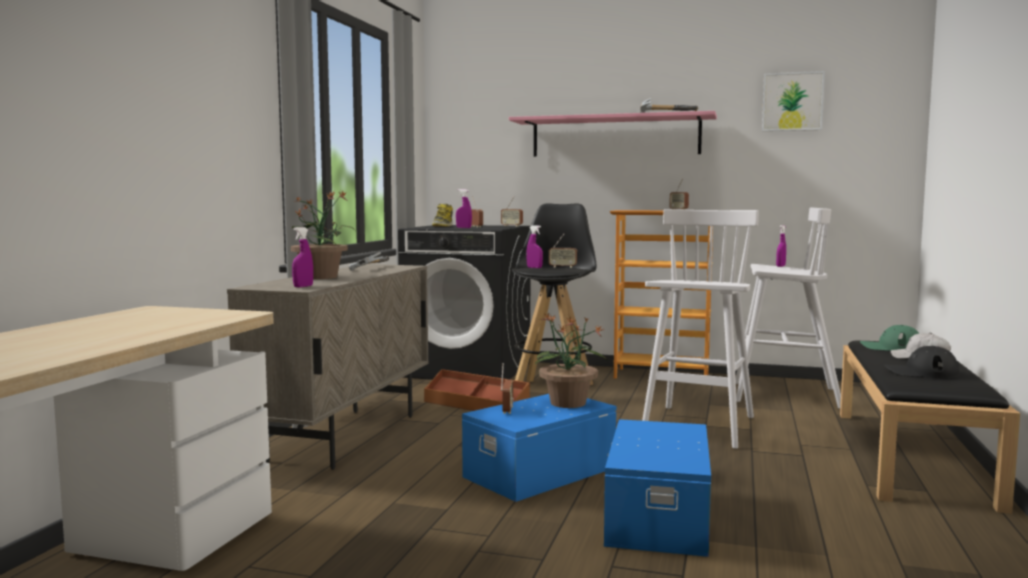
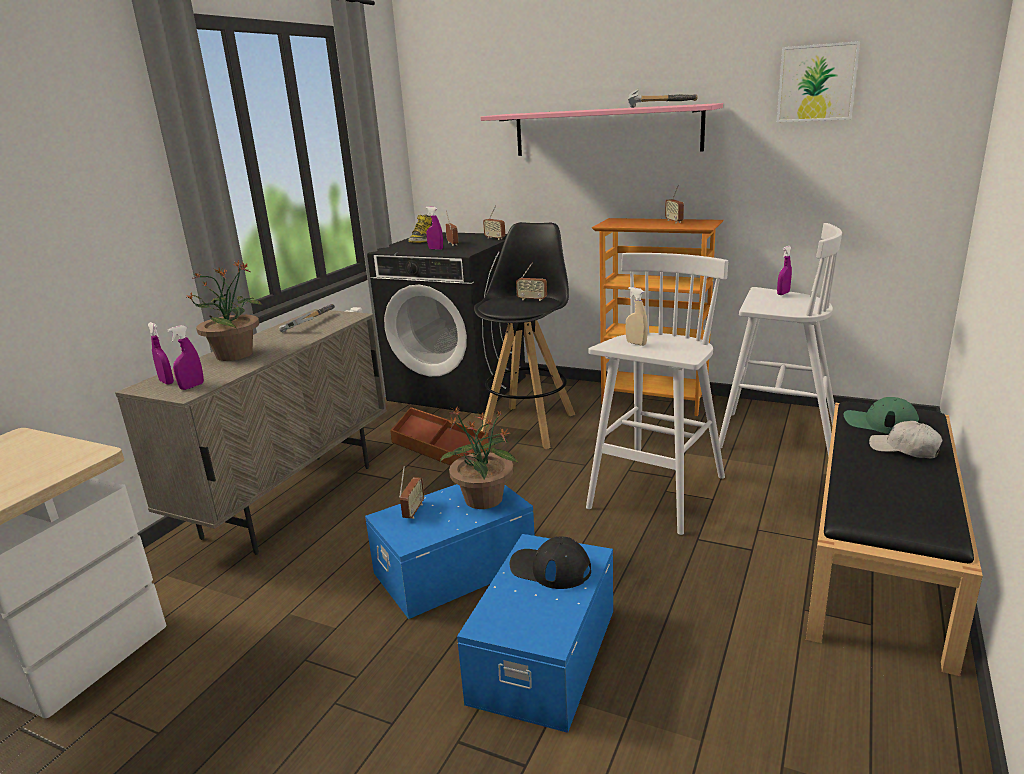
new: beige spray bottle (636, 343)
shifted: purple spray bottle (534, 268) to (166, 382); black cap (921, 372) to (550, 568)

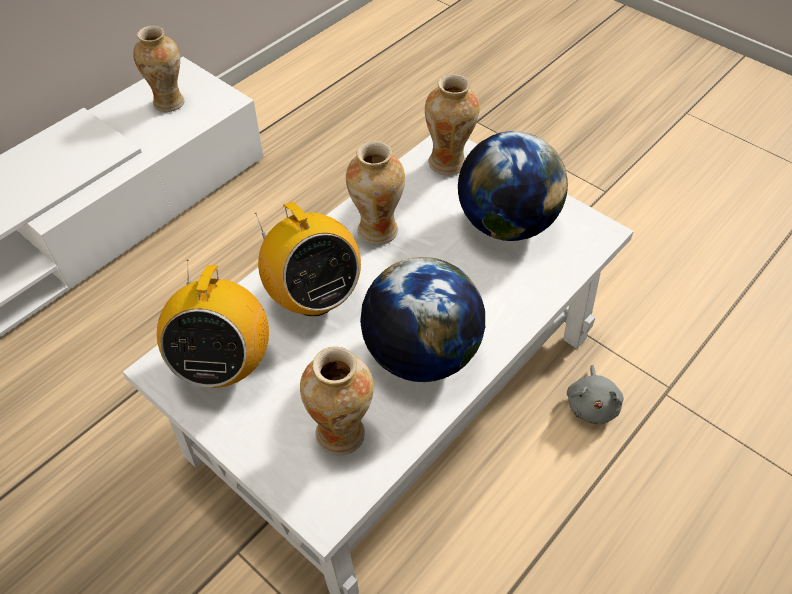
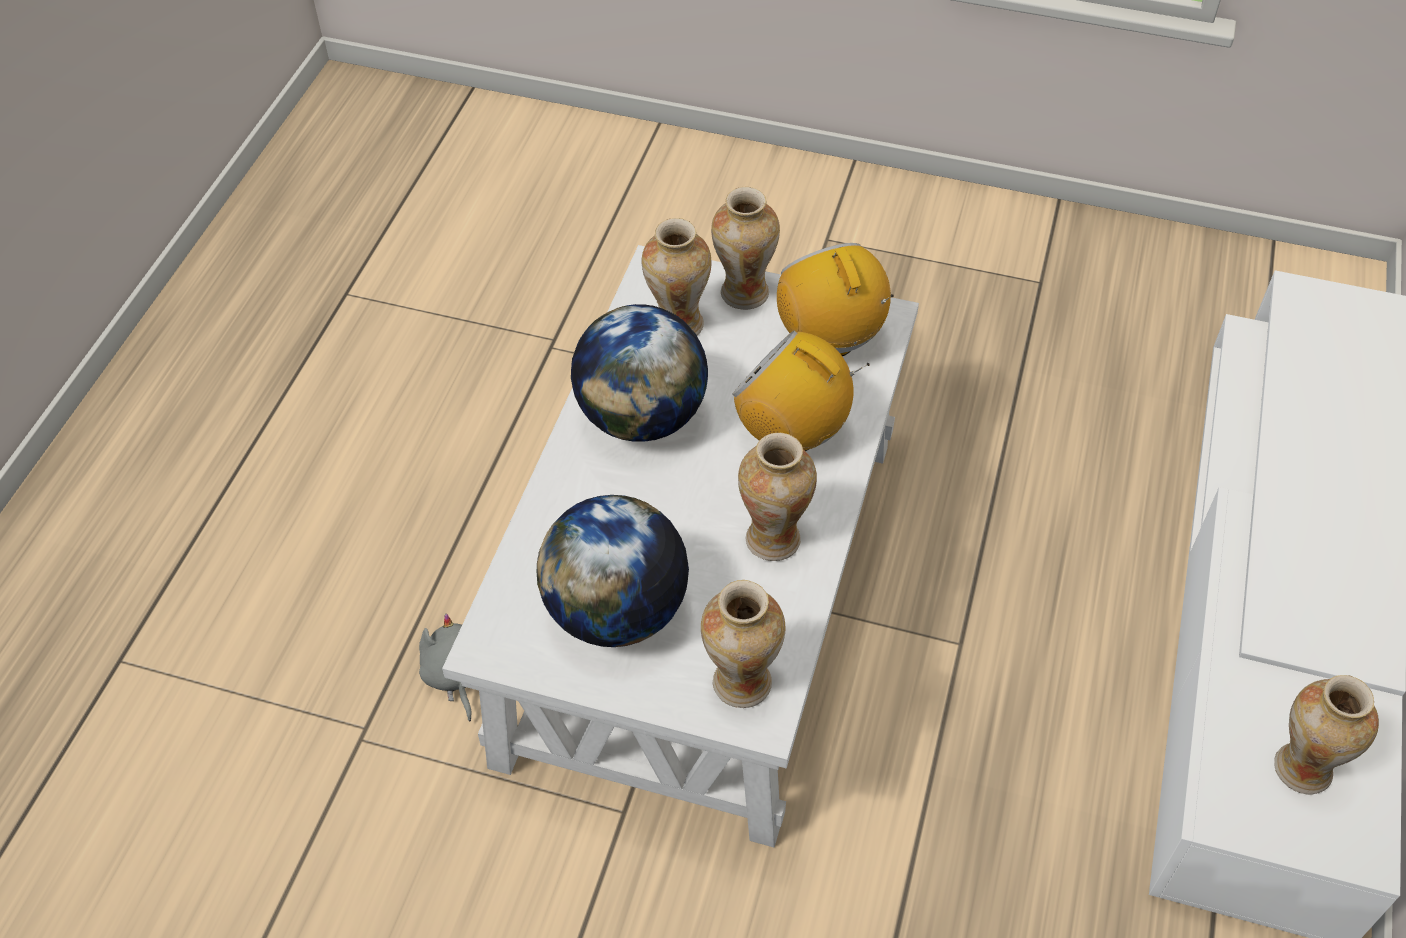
new: vase (743, 294)

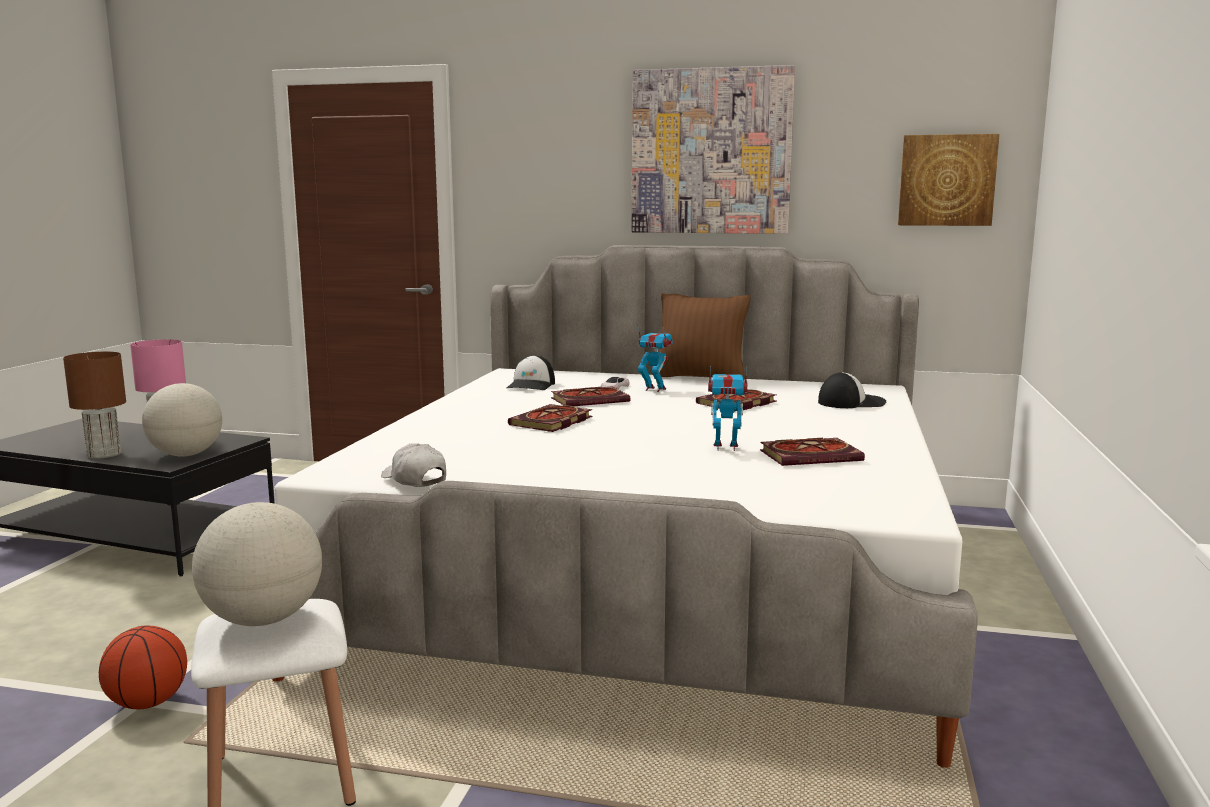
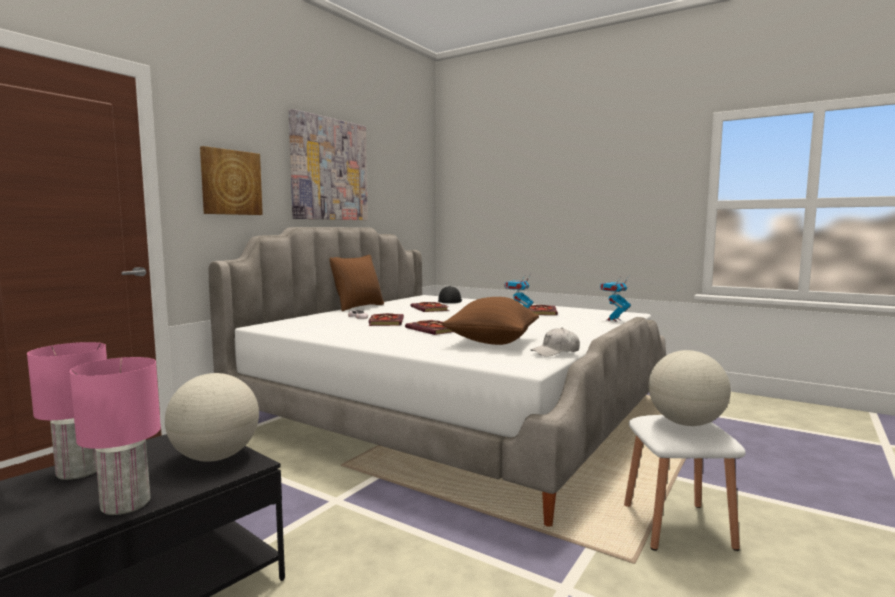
gone: basketball (148, 703); cap (531, 385)
new: brown pillow (492, 342)
shifted: toy robot (654, 389) to (613, 320); picture (947, 180) to (231, 182)
repainted: brown table lamp (104, 454) to pink table lamp (125, 504)

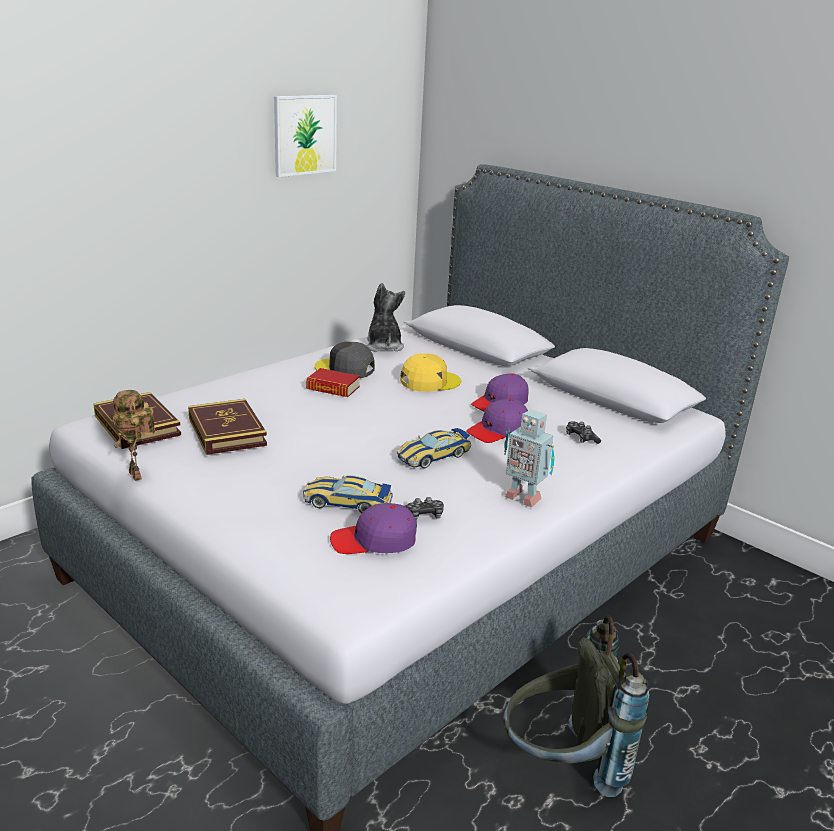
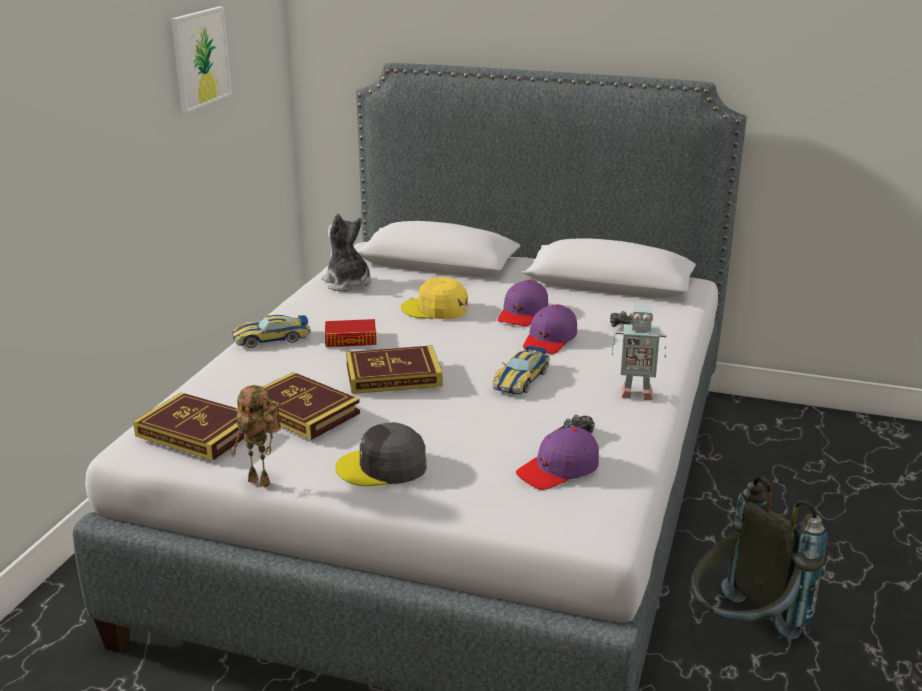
new: book (393, 375)
shifted: toy car (347, 502) to (272, 338); grey cap (345, 369) to (383, 467)
rotated: yellow cap (429, 381) = (435, 309) 120 degrees counterclockwise

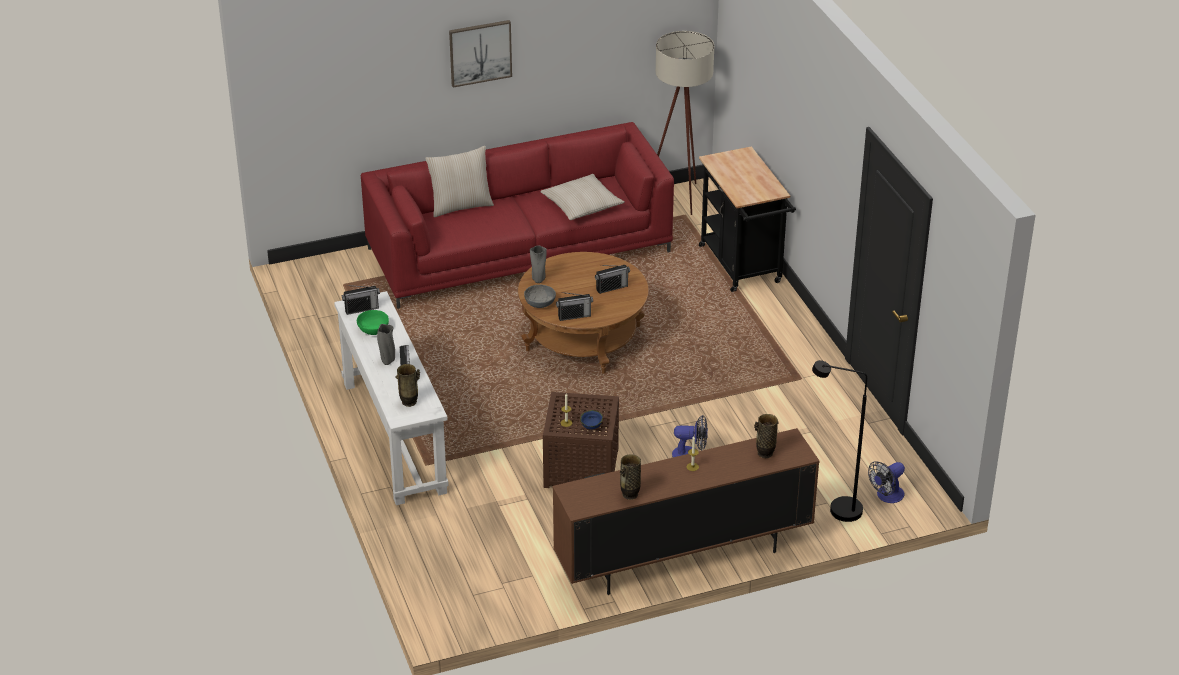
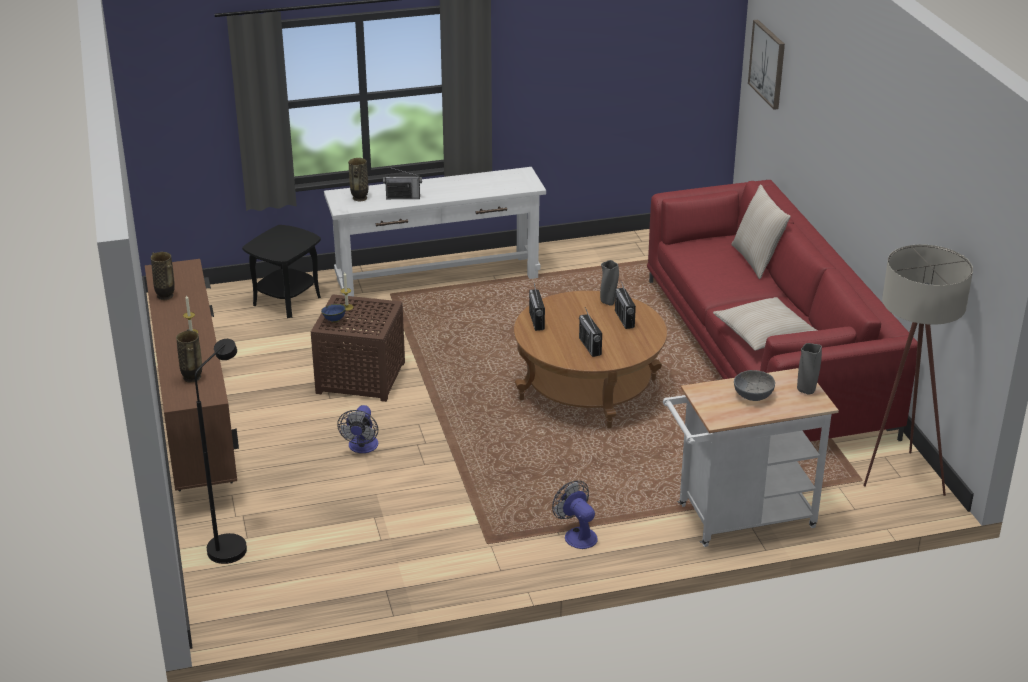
gone: green bowl (373, 329)
new: black side table (286, 300)
shifted: radio (361, 309) to (624, 319); grey vase (387, 361) to (806, 391); picture (480, 52) to (768, 64); grey bowl (540, 303) to (752, 395); fan (886, 496) to (577, 535)
repainted: black cart (743, 268) to white cart (738, 519)

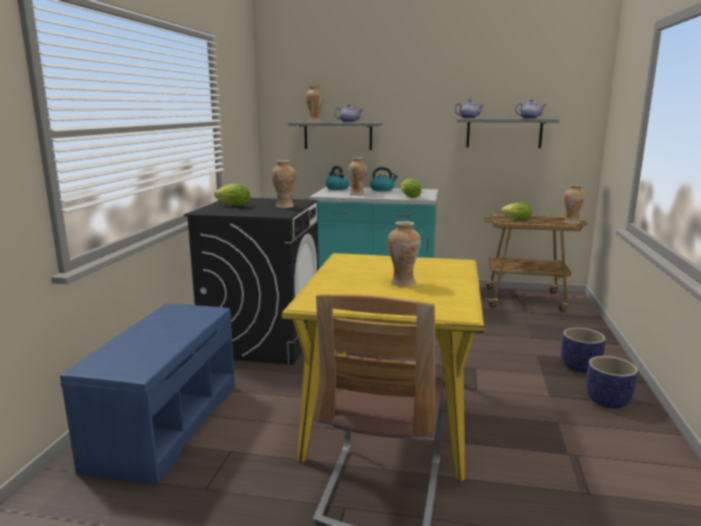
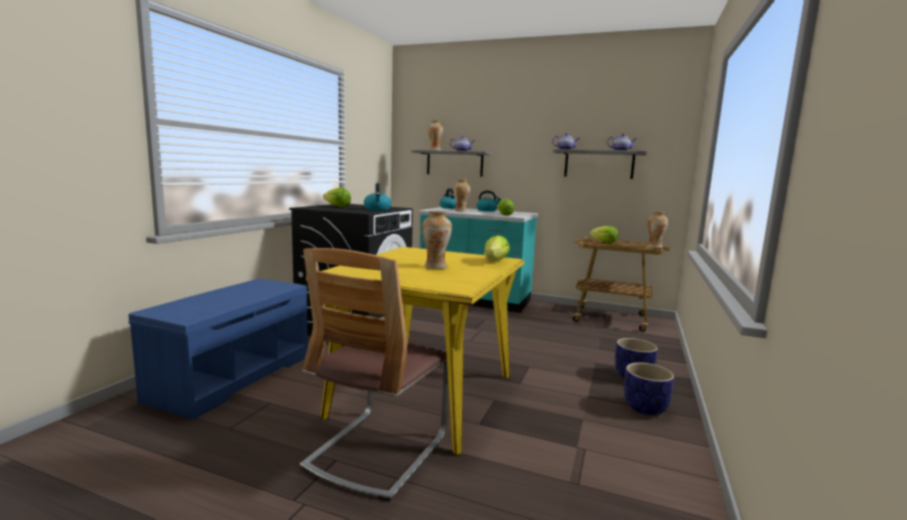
new: lettuce (495, 261)
swapped: vase (285, 206) to kettle (377, 209)

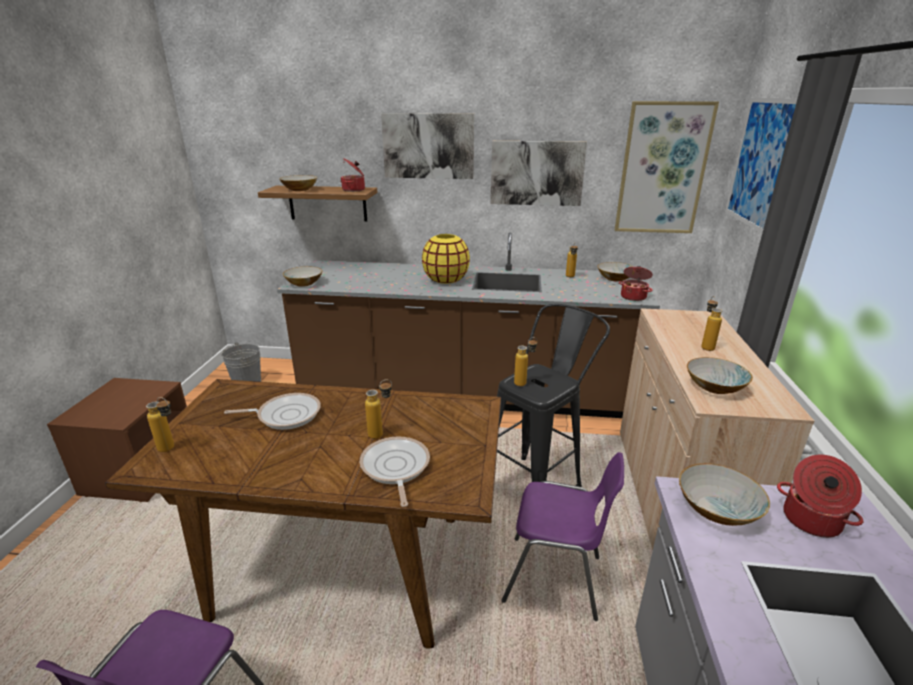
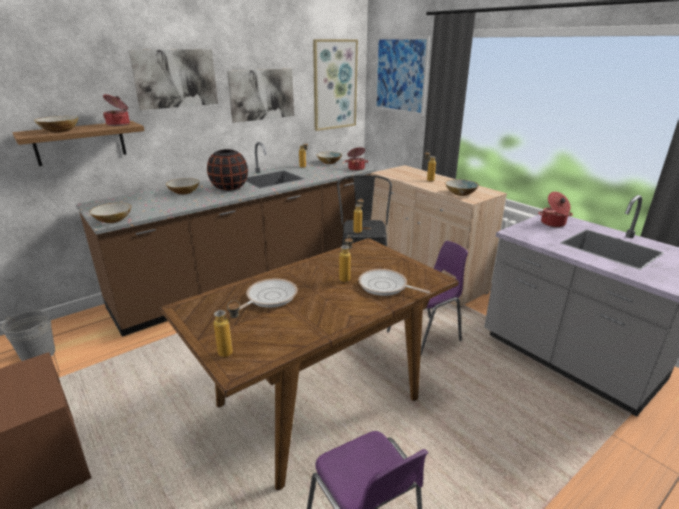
shifted: bowl (716, 509) to (184, 192)
repainted: yellow vase (445, 280) to black vase (229, 188)

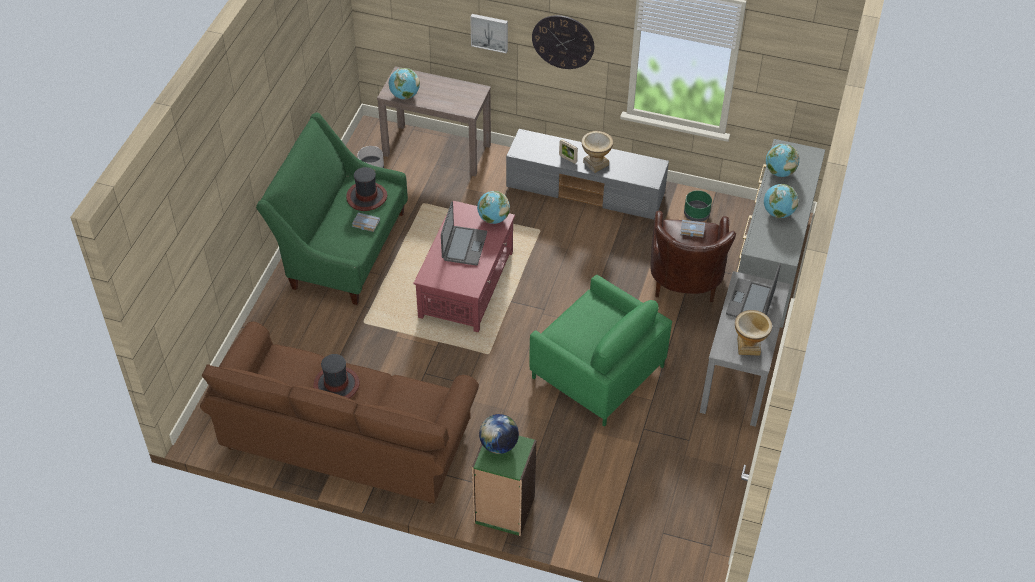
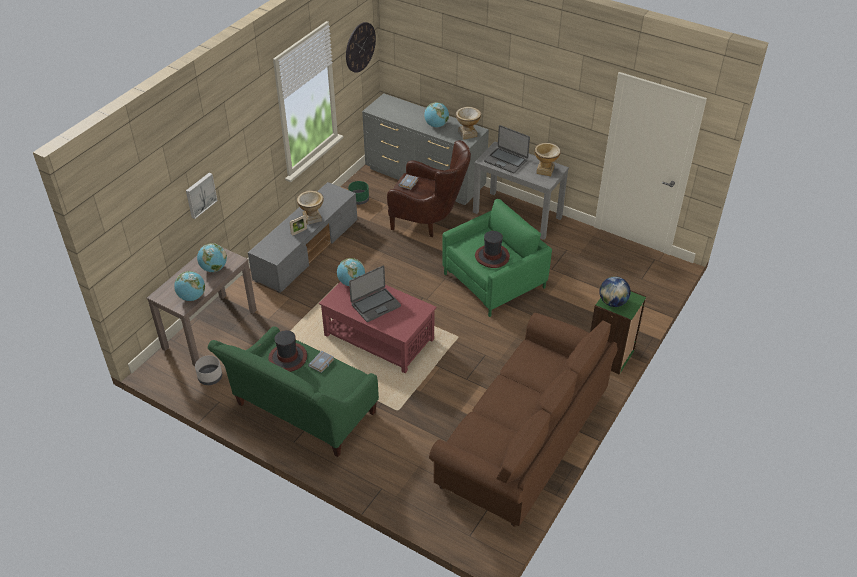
new: vase (467, 134)
shifted: hat (336, 385) to (492, 256); wall clock (563, 42) to (360, 47); globe (779, 172) to (214, 268)
rotated: laptop (464, 246) = (375, 305) 120 degrees clockwise

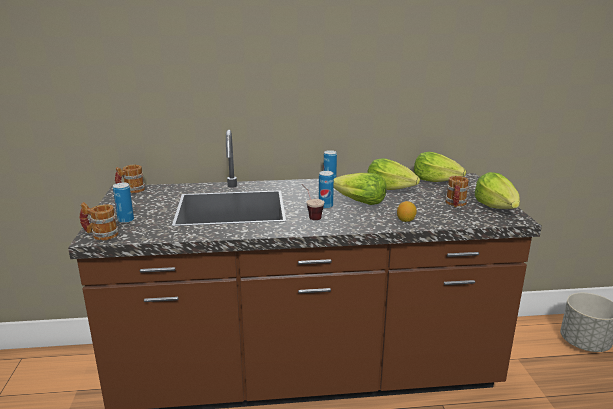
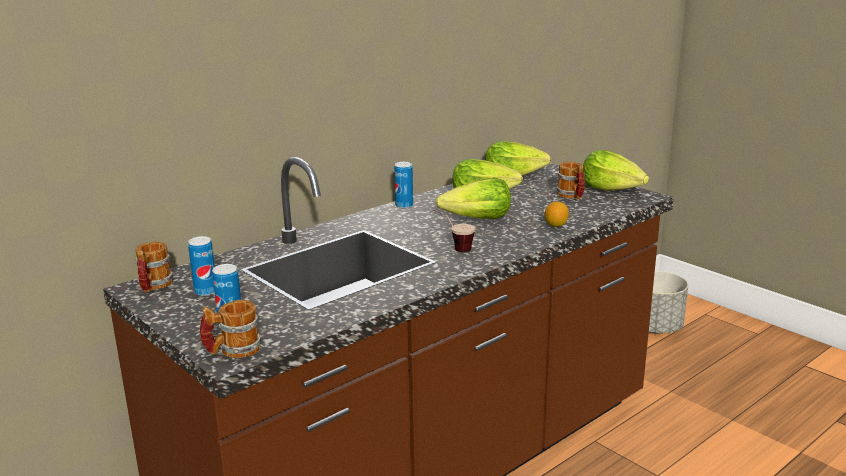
shifted: can (325, 206) to (206, 291)

